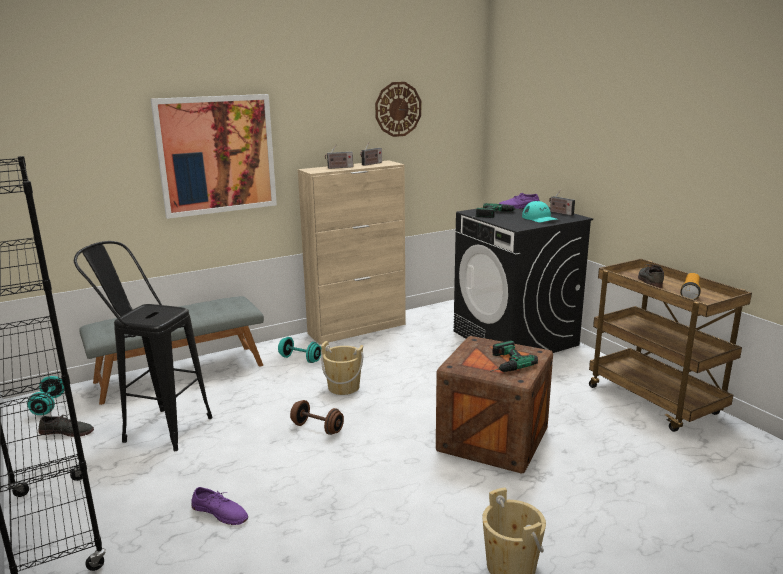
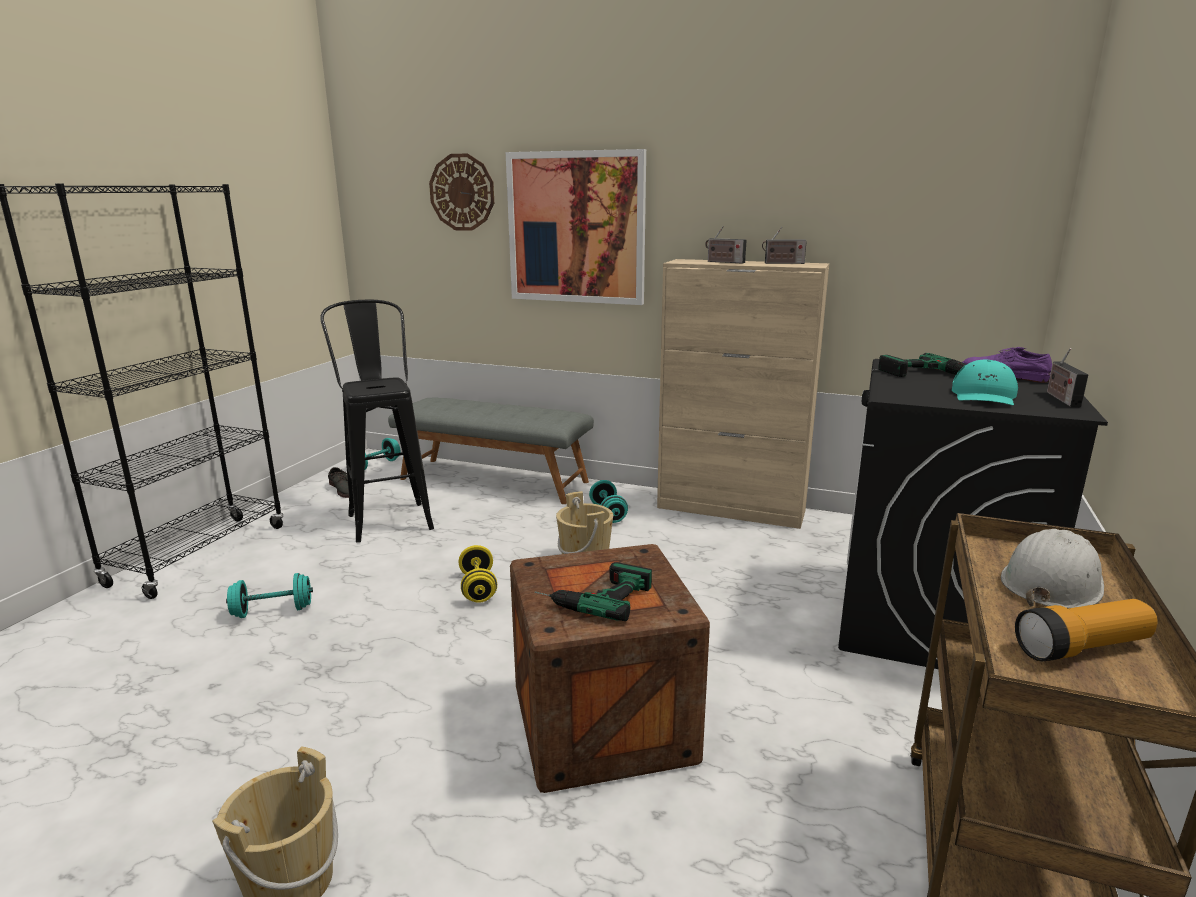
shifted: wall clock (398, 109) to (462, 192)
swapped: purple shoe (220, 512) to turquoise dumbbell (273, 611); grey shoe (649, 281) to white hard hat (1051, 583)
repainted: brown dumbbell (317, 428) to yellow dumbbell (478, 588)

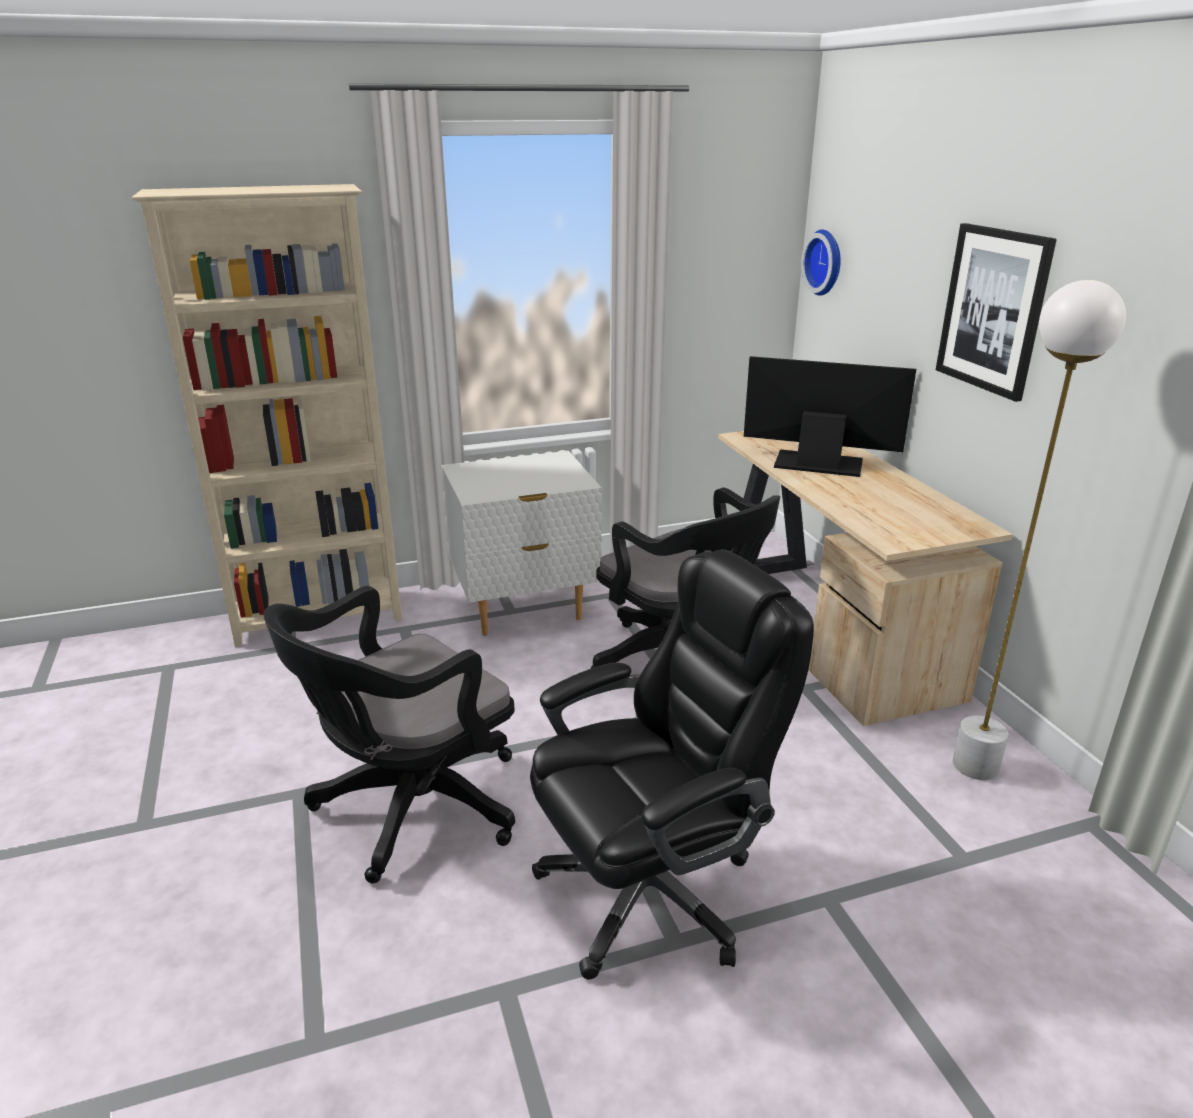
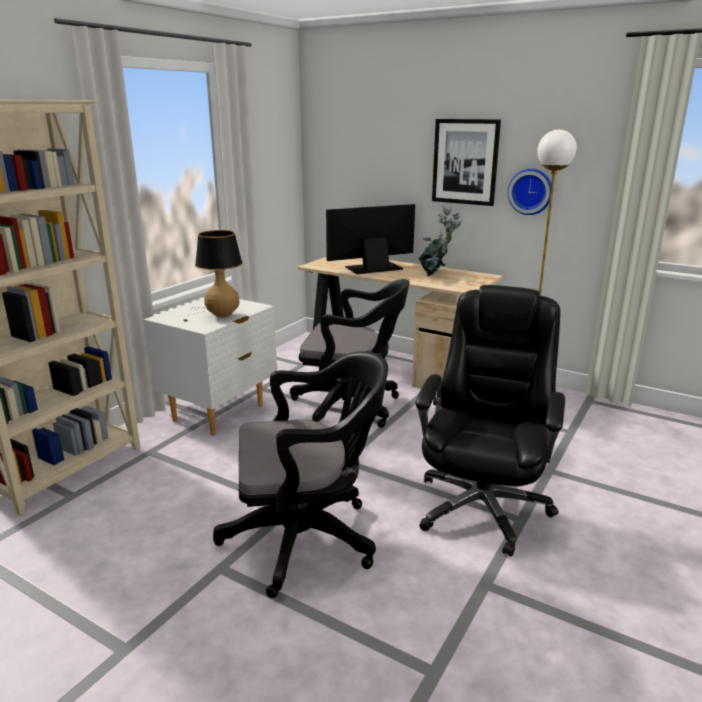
new: table lamp (218, 315); potted plant (435, 276)
shifted: wall clock (826, 262) to (531, 191)
rotated: black office chair (410, 810) = (308, 538) 105 degrees counterclockwise

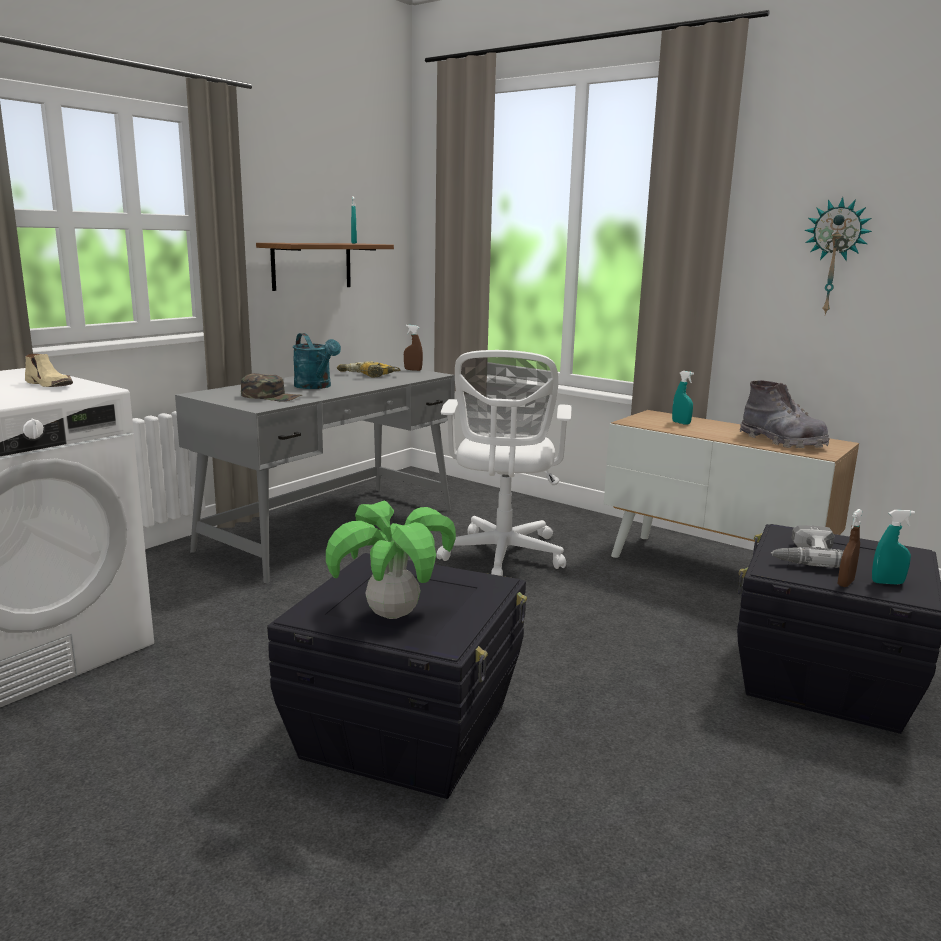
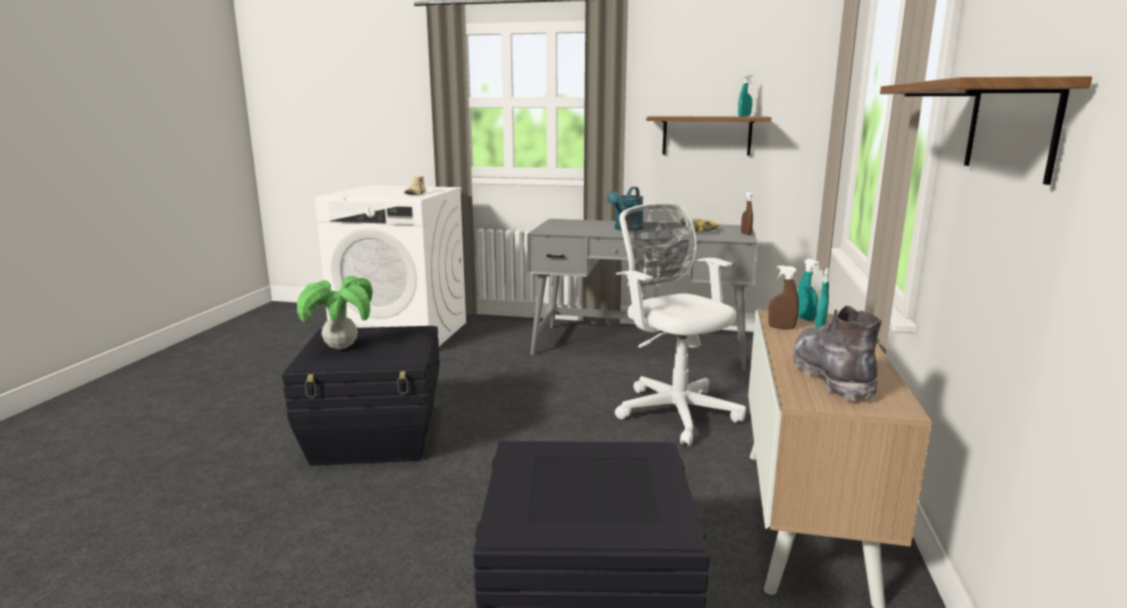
gone: green cap (271, 397); power drill (804, 555)
shifted: brown spray bottle (845, 583) to (781, 327); turquoise spray bottle (887, 583) to (805, 318)
swapped: wall clock (834, 257) to shelf (1010, 128)
rotated: white office chair (502, 557) = (674, 410) 75 degrees clockwise; grey boot (782, 441) = (831, 378) 150 degrees clockwise

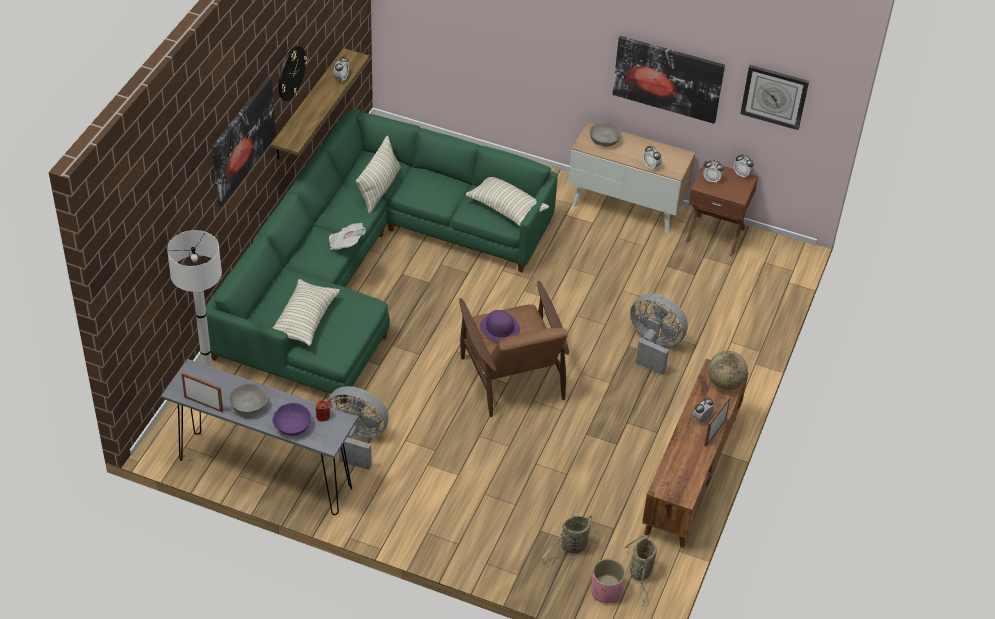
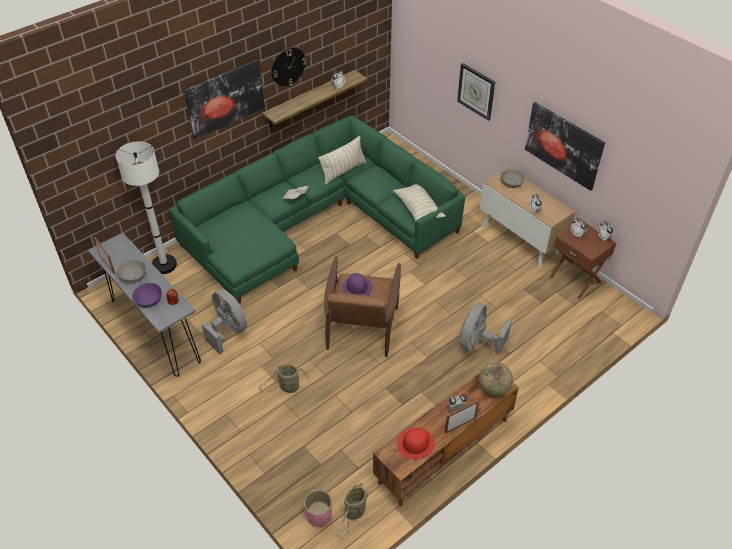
gone: pillow (305, 319)
new: red hat (415, 443)
shifted: basket (572, 547) to (288, 387); wall clock (774, 96) to (476, 91)
rotated: grey fan (654, 346) = (477, 343) 120 degrees counterclockwise

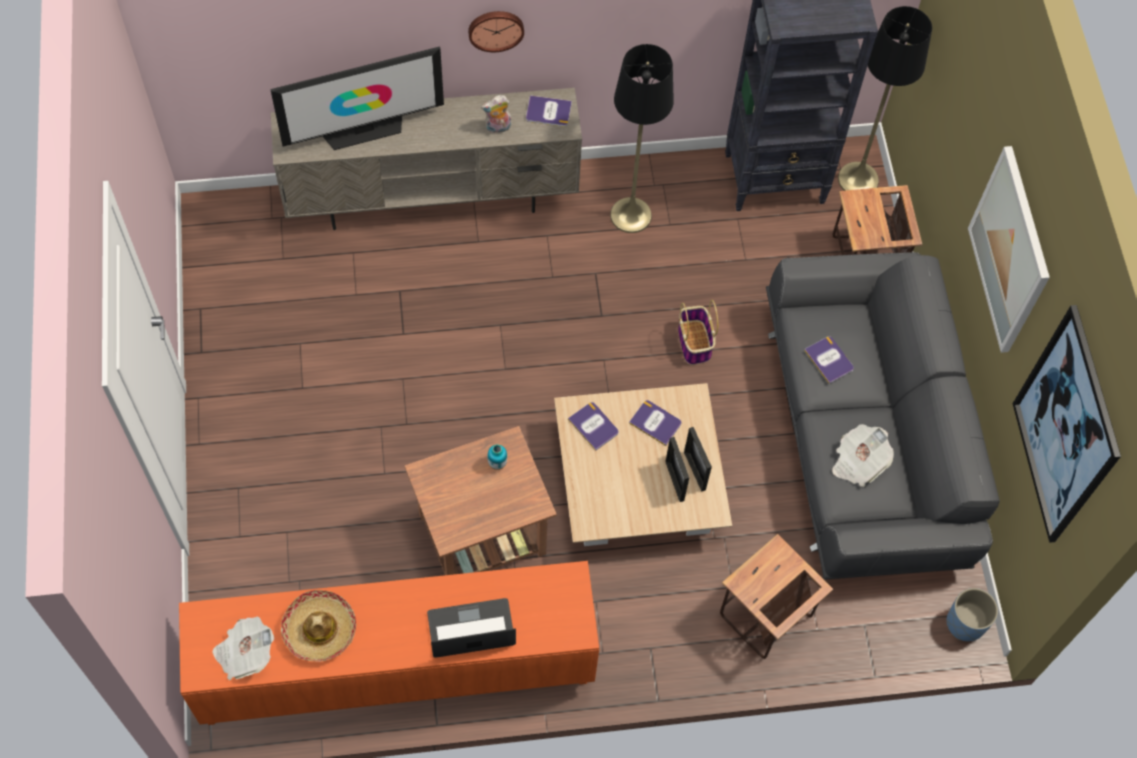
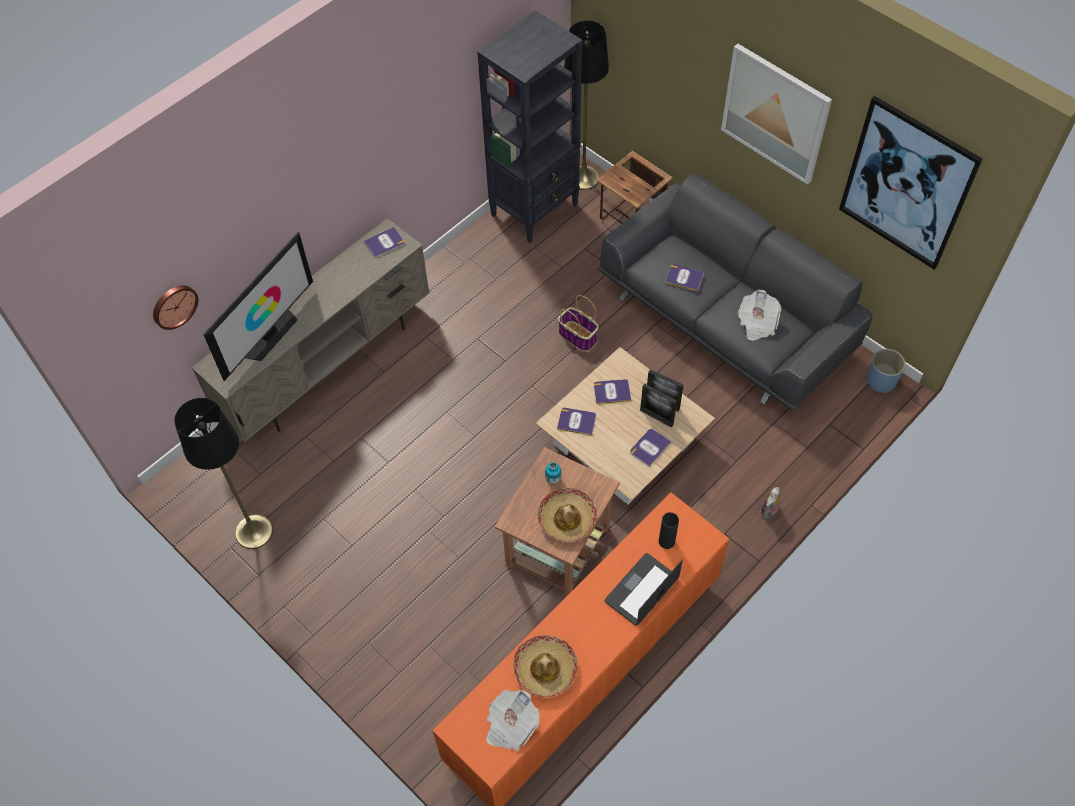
gone: side table (764, 617)
new: hat (567, 518); book (650, 447); black vase (666, 541)
shifted: wall clock (495, 29) to (174, 305); plush toy (498, 128) to (769, 512); black floor lamp (631, 215) to (254, 532)

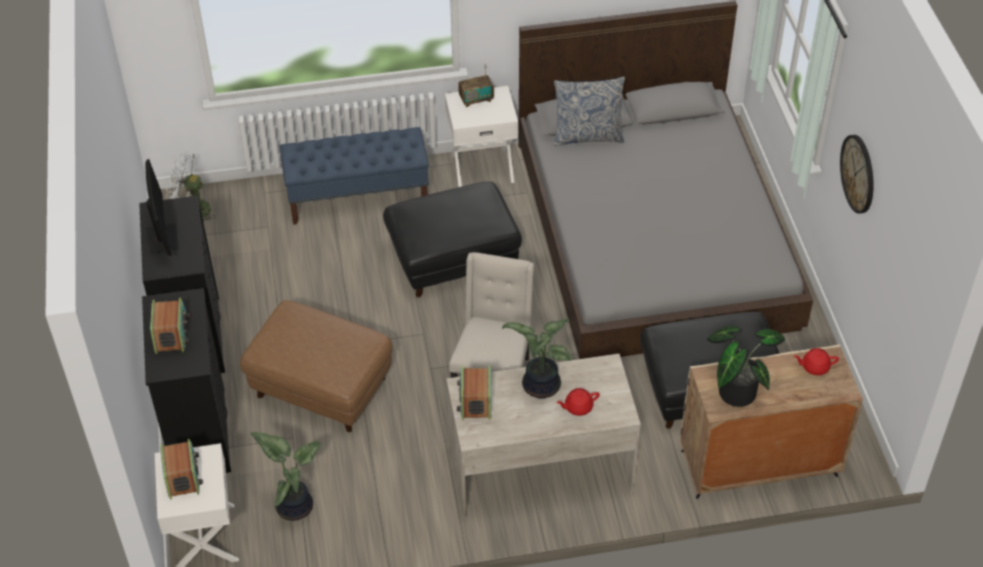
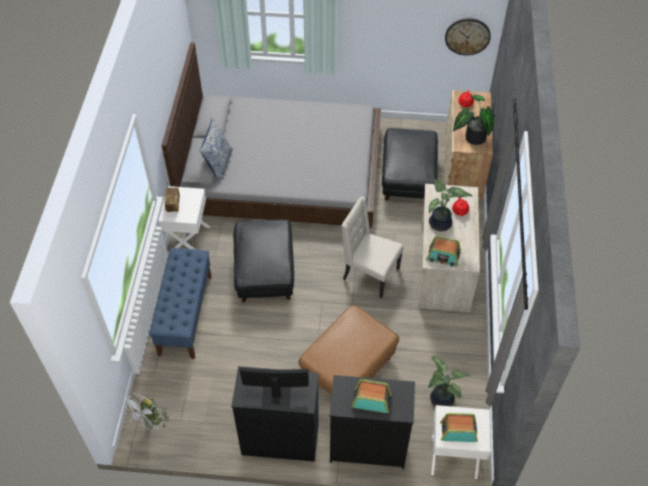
shifted: wall clock (858, 173) to (467, 36)

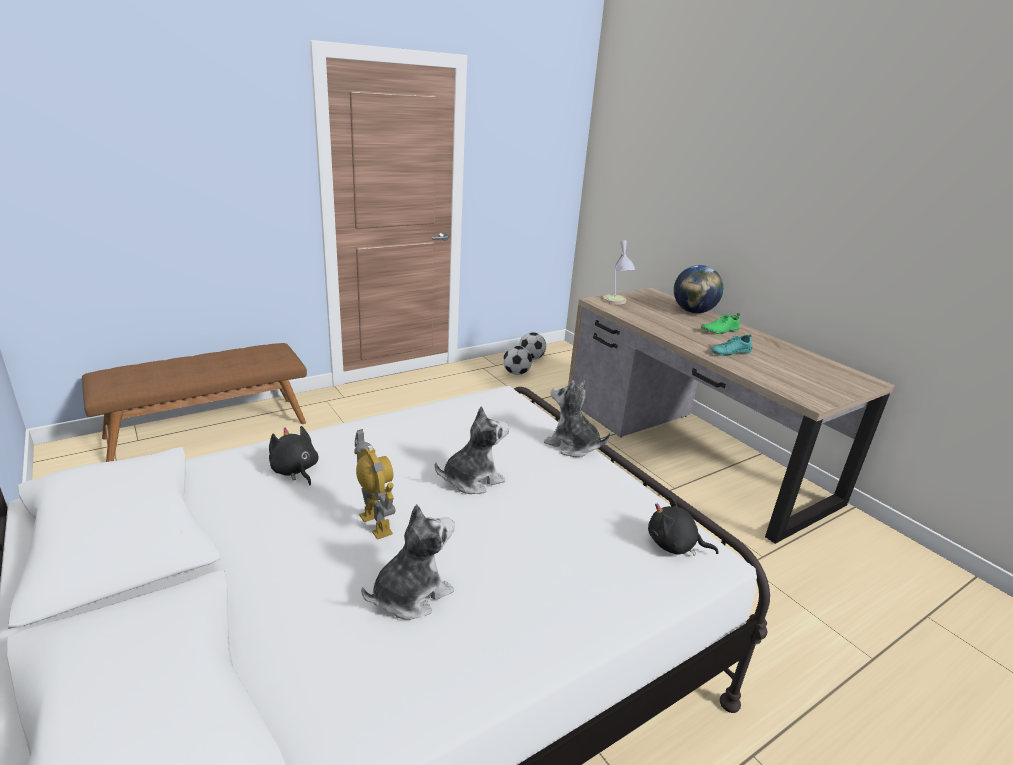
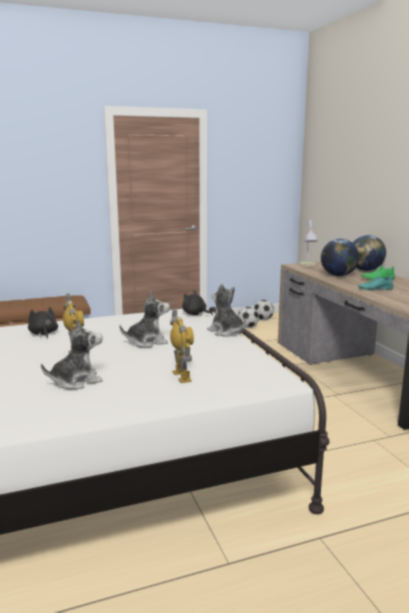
new: toy robot (182, 376); globe (338, 275)
shifted: black plush toy (674, 545) to (195, 314)

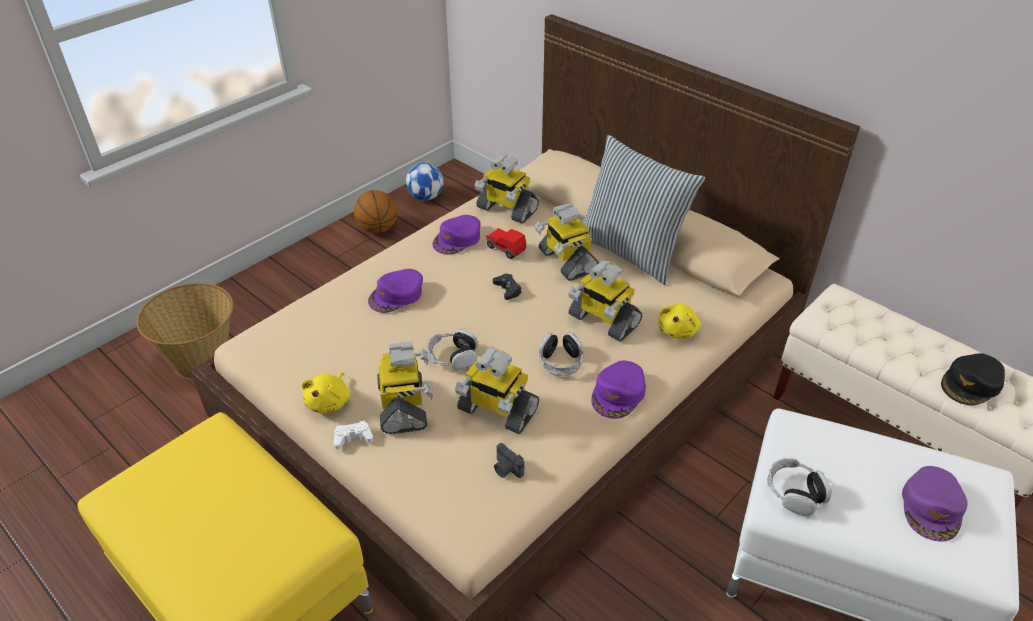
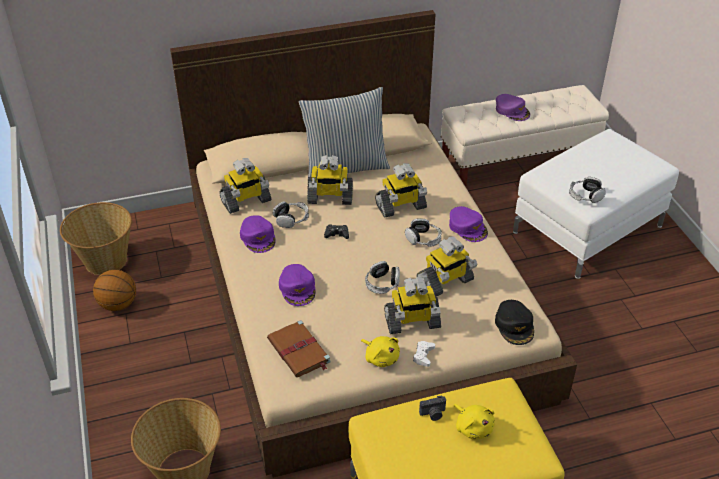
new: brown book (299, 351)
shifted: photo camera (506, 469) to (433, 414); yellow plush toy (678, 330) to (473, 427); purple cap (932, 508) to (512, 111); black cap (971, 384) to (515, 325)
swapped: football (426, 197) to basket (105, 261); toy car (506, 249) to headphones (291, 219)
rotated: toy robot (404, 406) = (412, 322) 150 degrees clockwise

